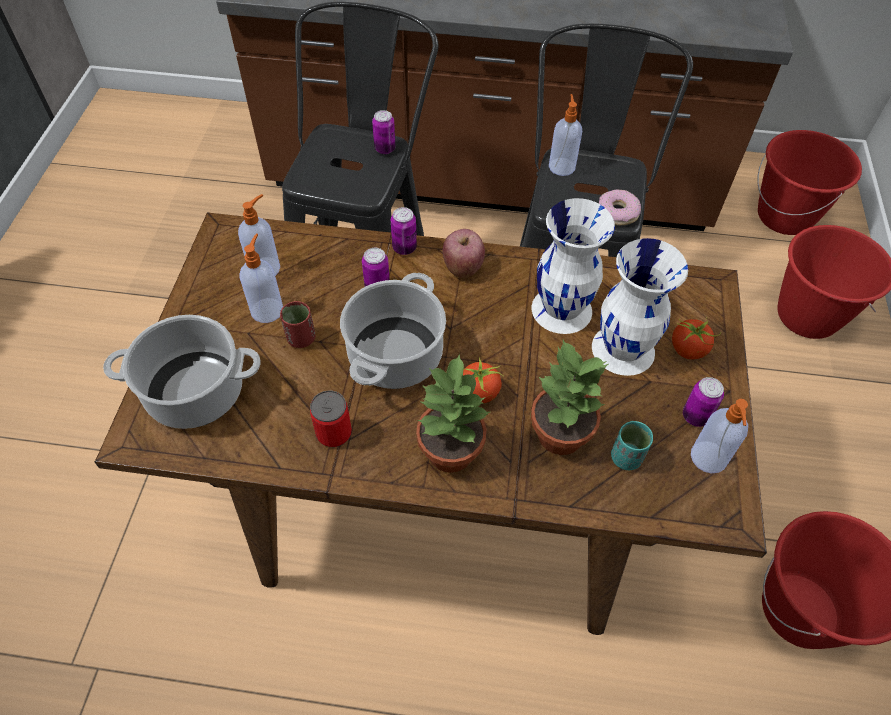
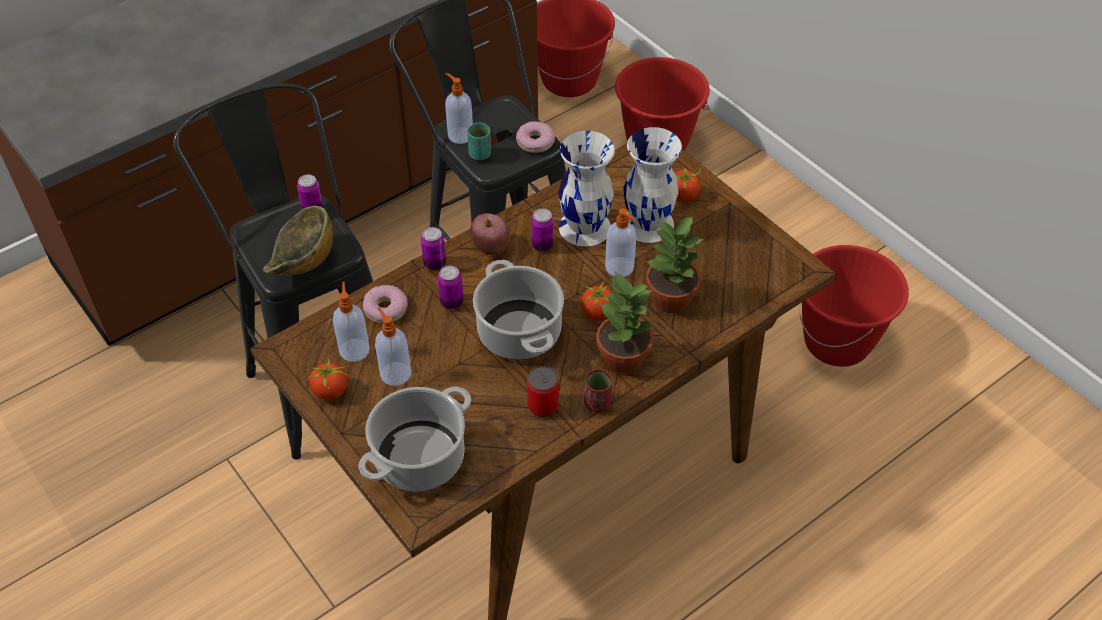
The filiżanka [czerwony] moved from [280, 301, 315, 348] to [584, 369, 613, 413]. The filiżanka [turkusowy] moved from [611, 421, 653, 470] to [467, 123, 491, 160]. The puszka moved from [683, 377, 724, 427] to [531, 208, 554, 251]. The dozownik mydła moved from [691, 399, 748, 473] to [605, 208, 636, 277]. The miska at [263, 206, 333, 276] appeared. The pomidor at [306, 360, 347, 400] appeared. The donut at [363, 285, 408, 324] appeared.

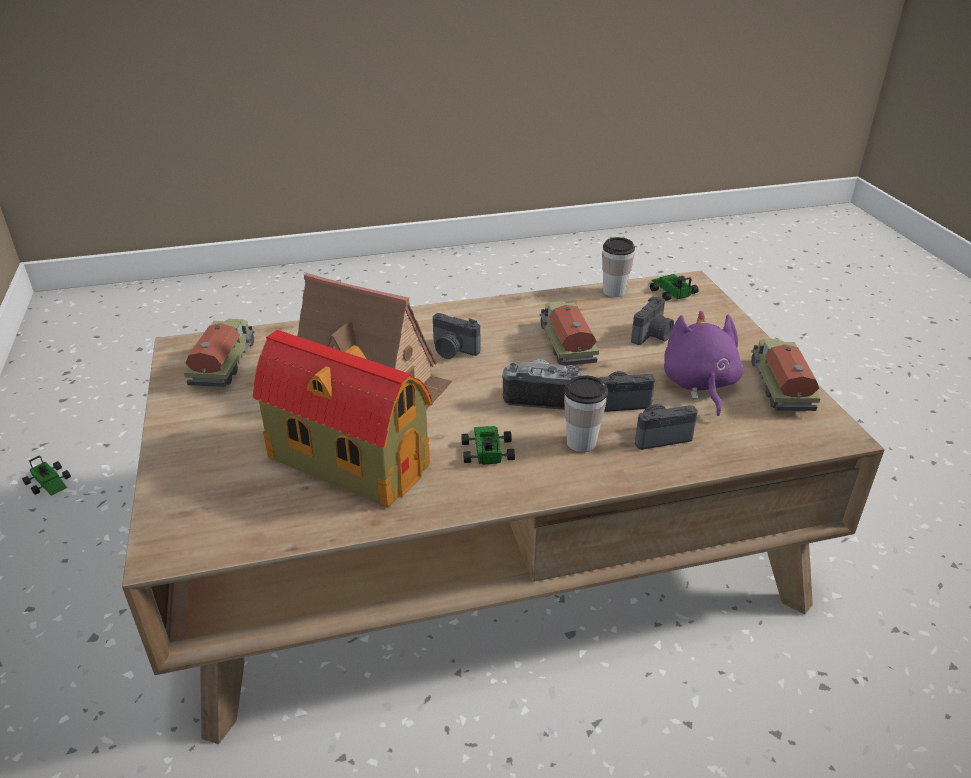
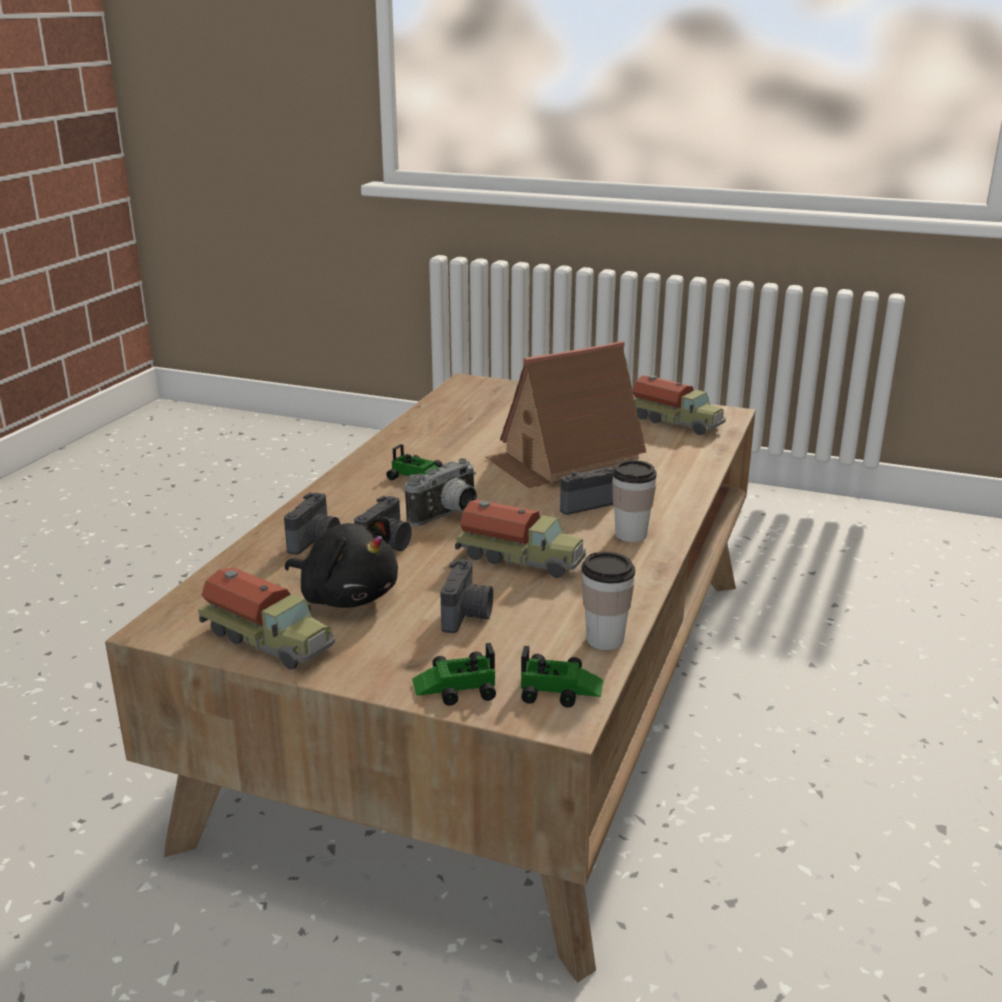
The samochodzik moved from [22, 455, 71, 496] to [412, 643, 496, 706]. The domek at [252, 330, 433, 507] disappeared. The filiżanka moved from [564, 376, 608, 452] to [612, 460, 657, 542]. The aparat fotograficzny at [631, 296, 674, 345] turned 150 degrees counterclockwise. The pluszak [fioletowy] at [664, 310, 743, 416] became the pluszak [czarny] at [285, 517, 398, 608].

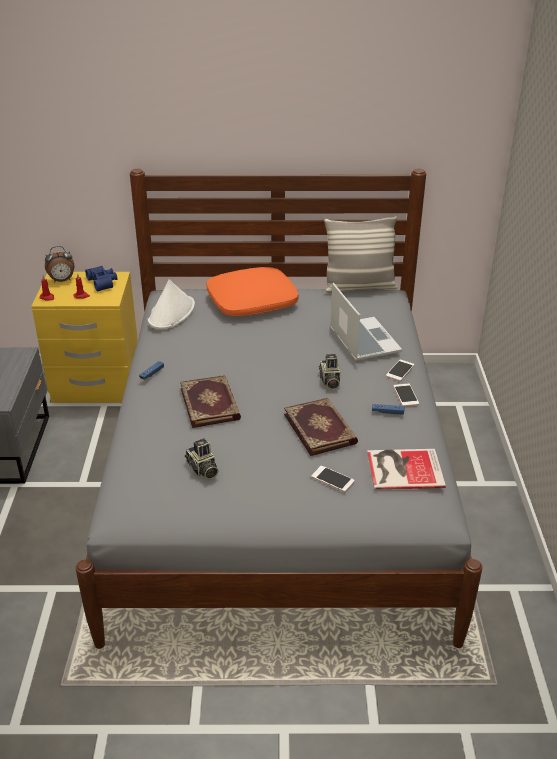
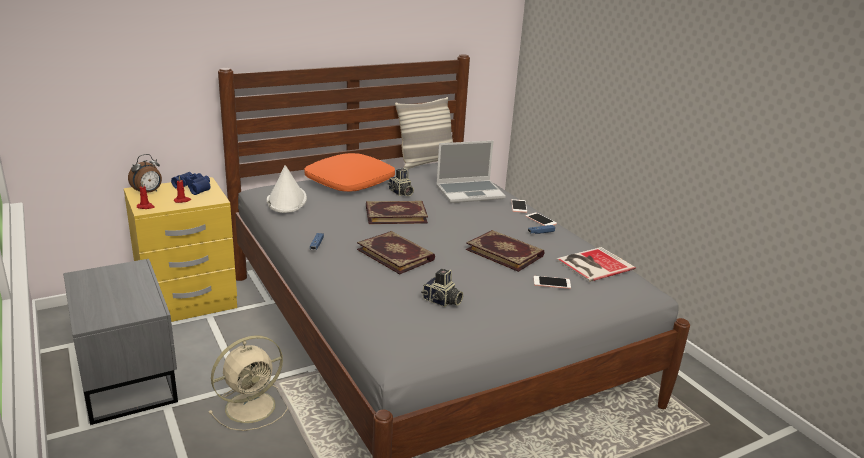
The aparat fotograficzny moved from [319, 354, 340, 390] to [388, 168, 414, 196]. The laptop at [330, 283, 402, 361] turned 120 degrees clockwise. The wentylator [beżowy] at [209, 335, 288, 431] appeared. The książka at [366, 201, 428, 224] appeared.

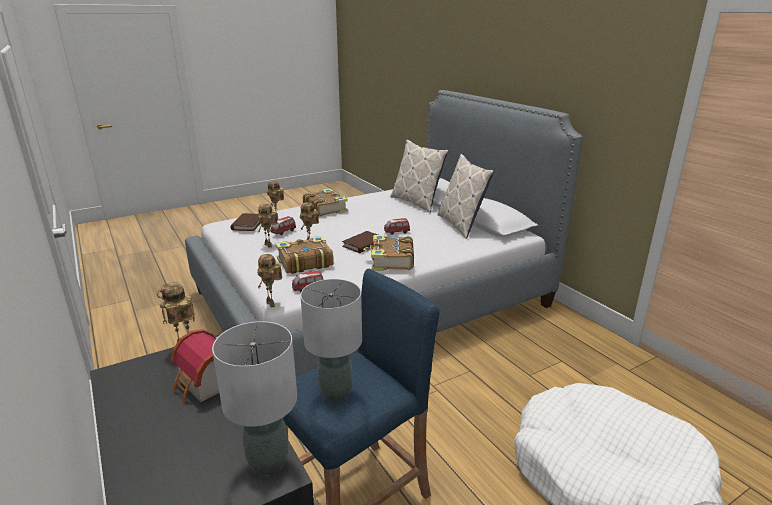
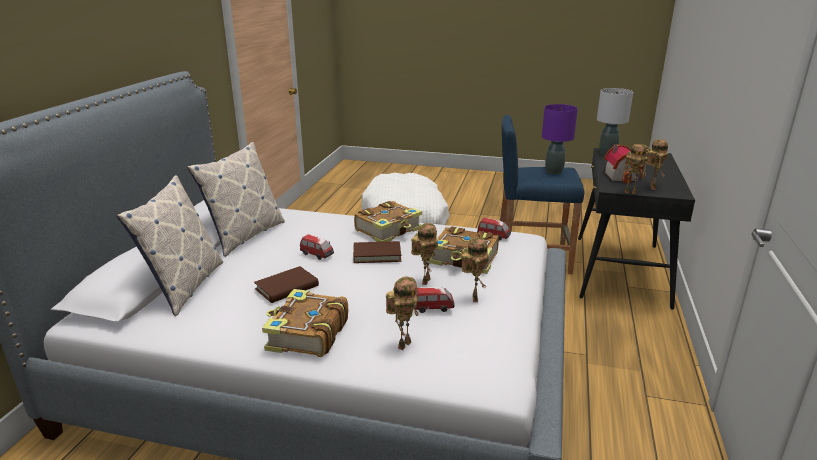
The książka [brązowy] moved from [231, 213, 261, 231] to [254, 266, 319, 303]. The robot zabawkowy moved from [257, 254, 282, 308] to [645, 139, 668, 190]. The lampa stołowa [szary] at [300, 279, 362, 402] became the lampa stołowa [fioletowy] at [542, 104, 578, 174].

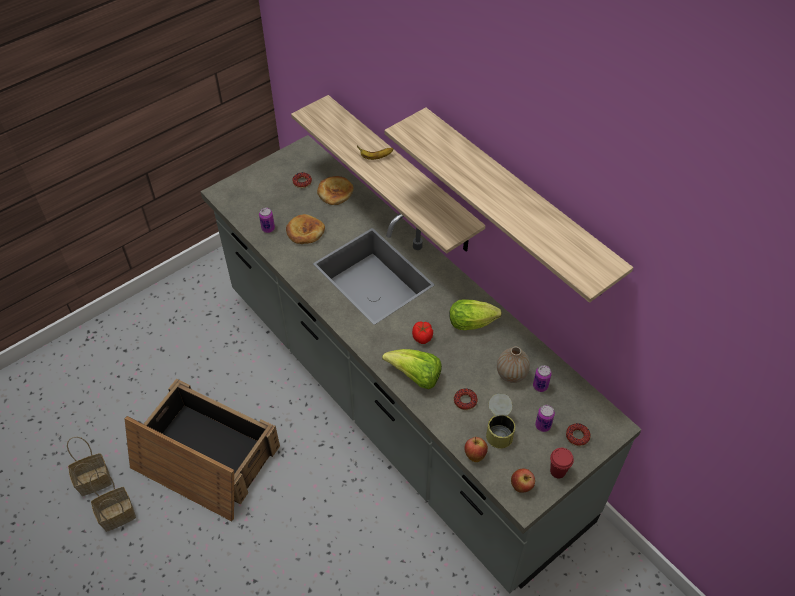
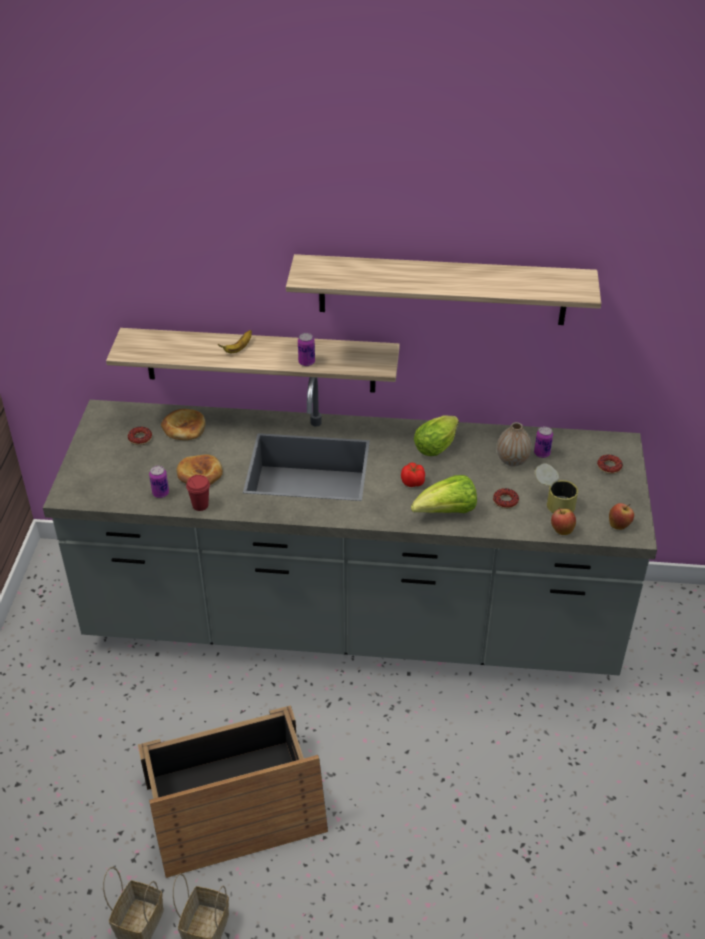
The puszka moved from [535, 405, 555, 432] to [298, 333, 315, 366]. The filiżanka [czerwony] moved from [550, 448, 574, 478] to [186, 475, 210, 511].

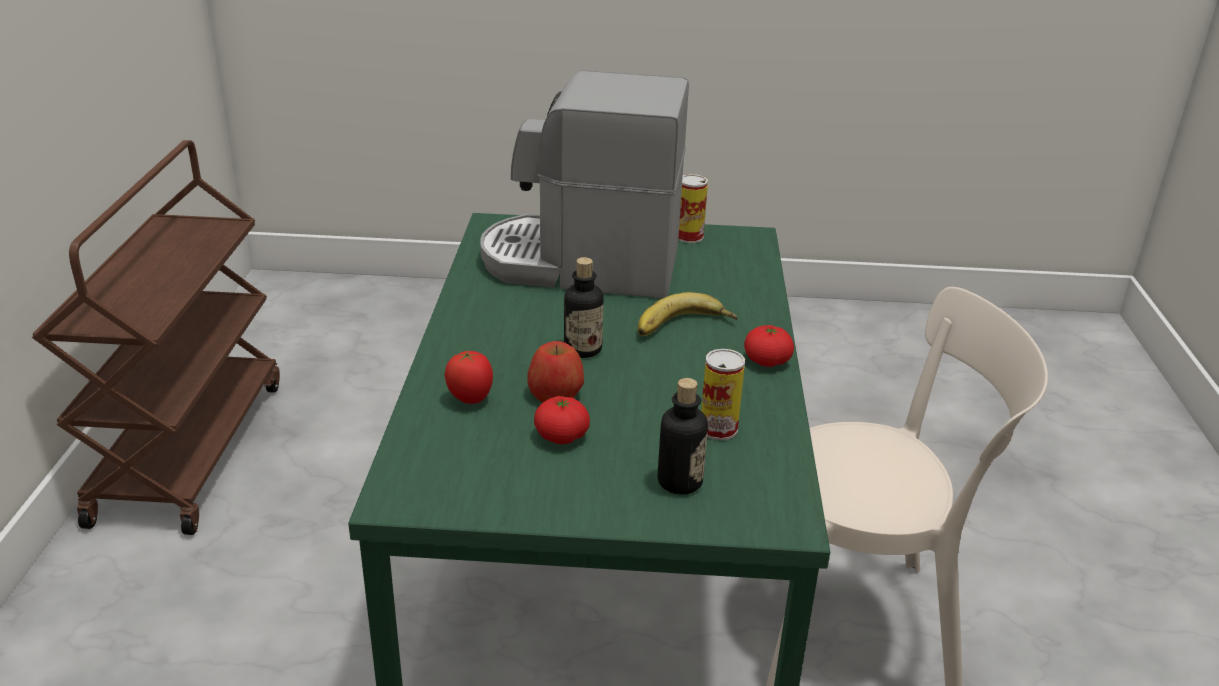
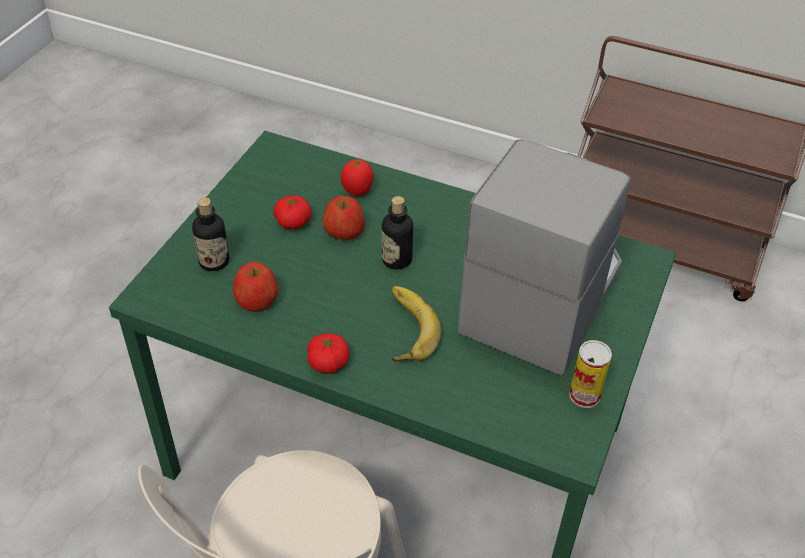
The puszka at [701, 349, 745, 441] was replaced by the jabłko at [233, 262, 278, 312].

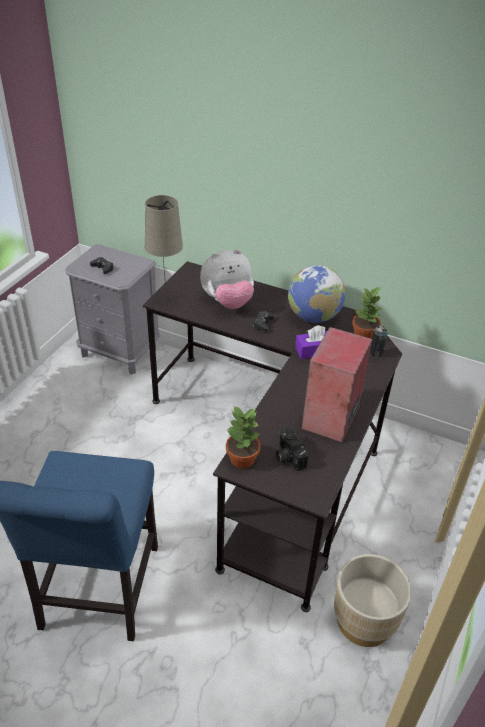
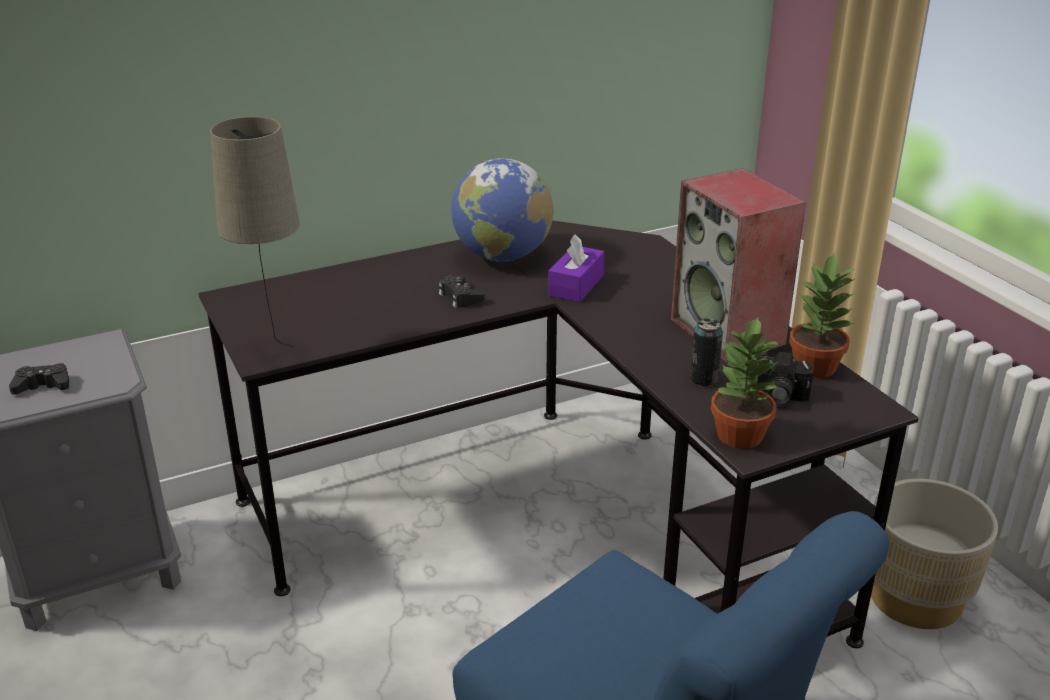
The pluszak at [200, 249, 254, 309] disappeared. The roślina doniczkowa moved from [352, 287, 383, 339] to [789, 252, 856, 378]. The puszka moved from [370, 326, 388, 358] to [690, 319, 723, 386].

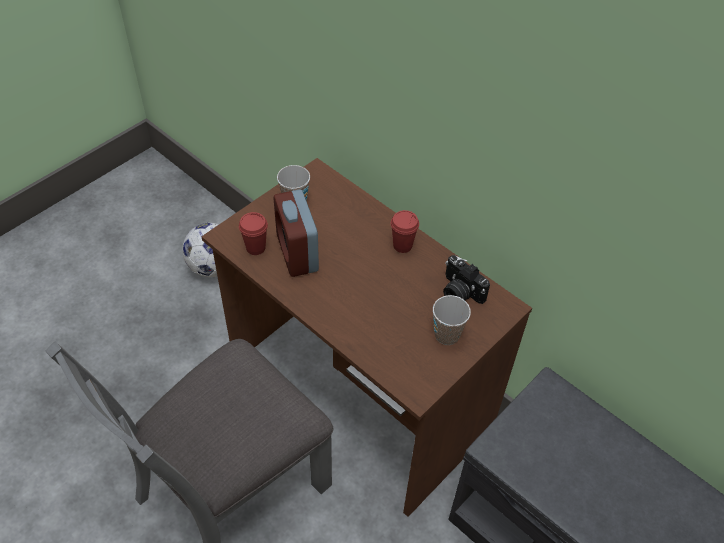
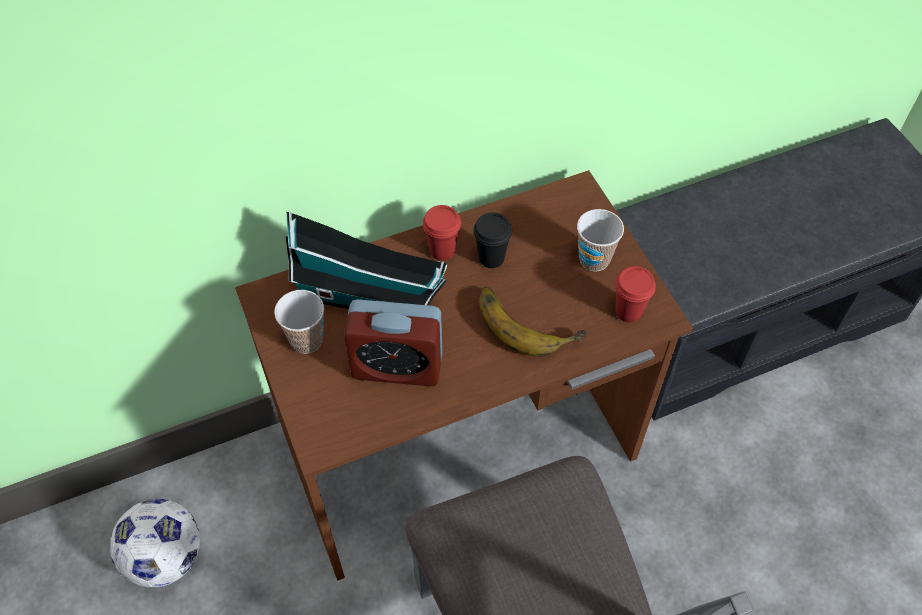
The filiżanka [czerwony] moved from [239, 212, 268, 255] to [615, 266, 656, 323]. The aparat fotograficzny at [443, 255, 490, 304] disappeared. The domek at [285, 211, 447, 309] appeared. The filiżanka [czarny] at [473, 212, 512, 268] appeared. The banan at [479, 286, 587, 356] appeared.

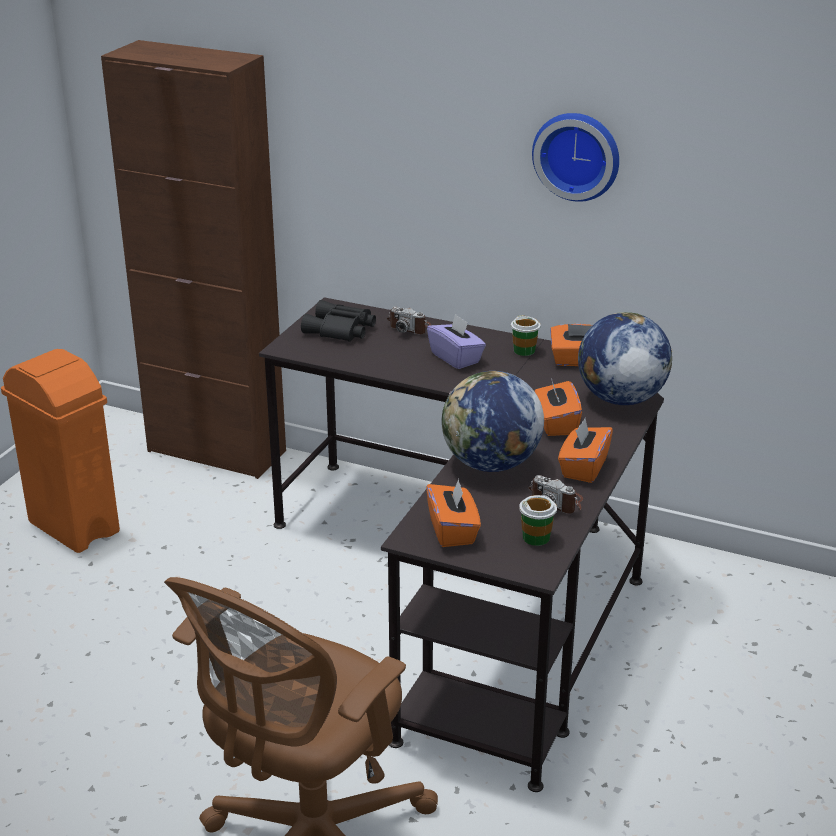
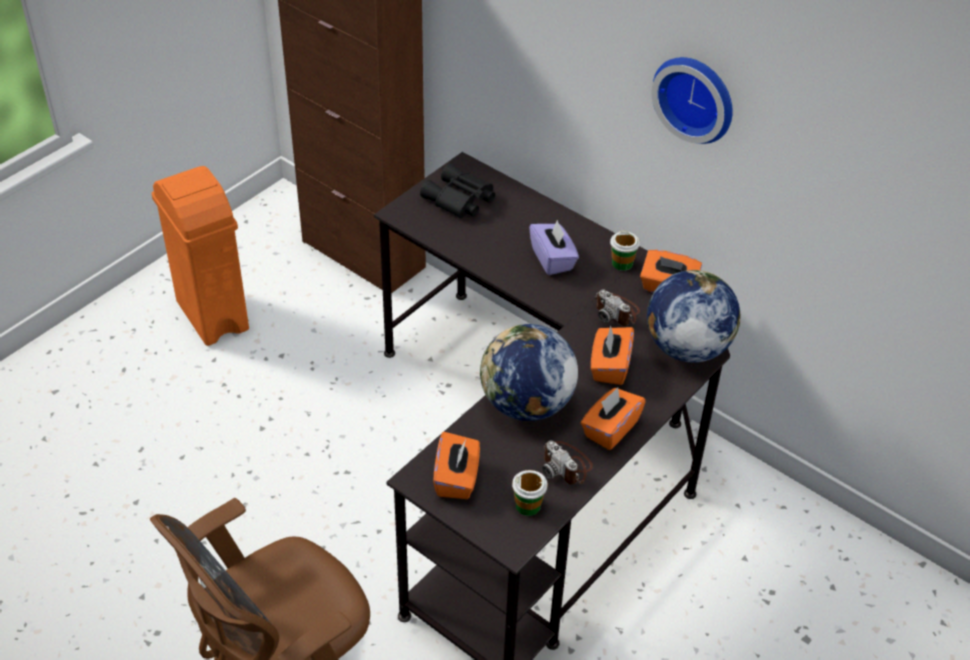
The aparat fotograficzny moved from [387, 306, 431, 334] to [595, 289, 640, 326].

